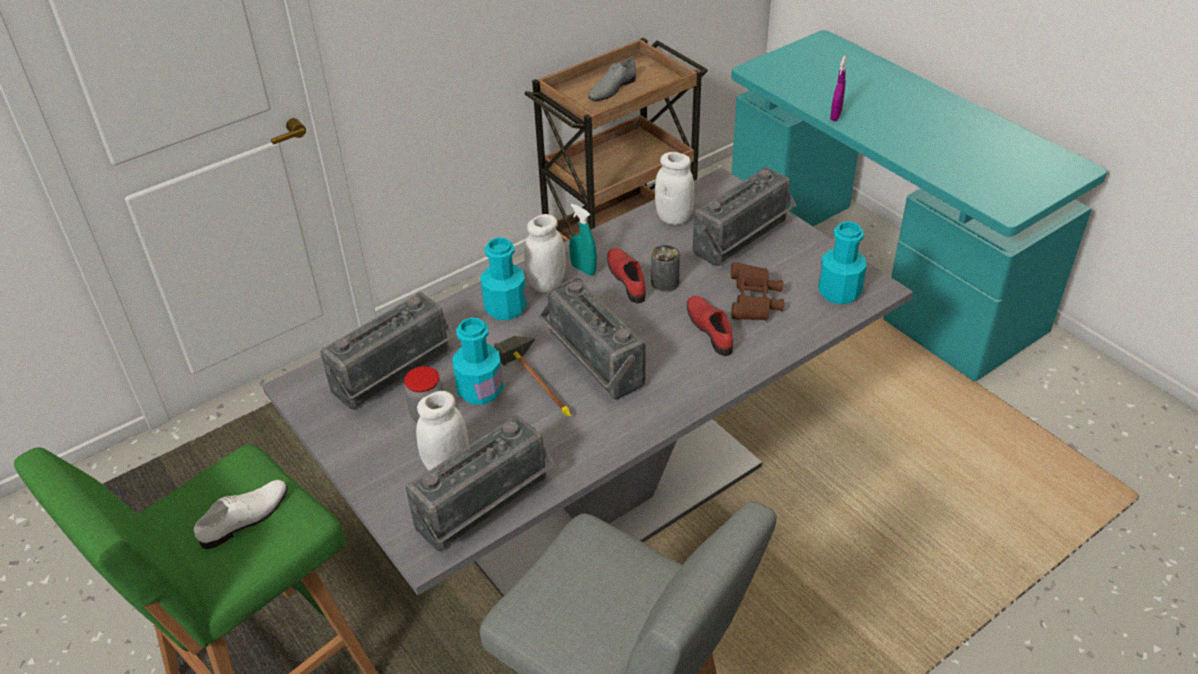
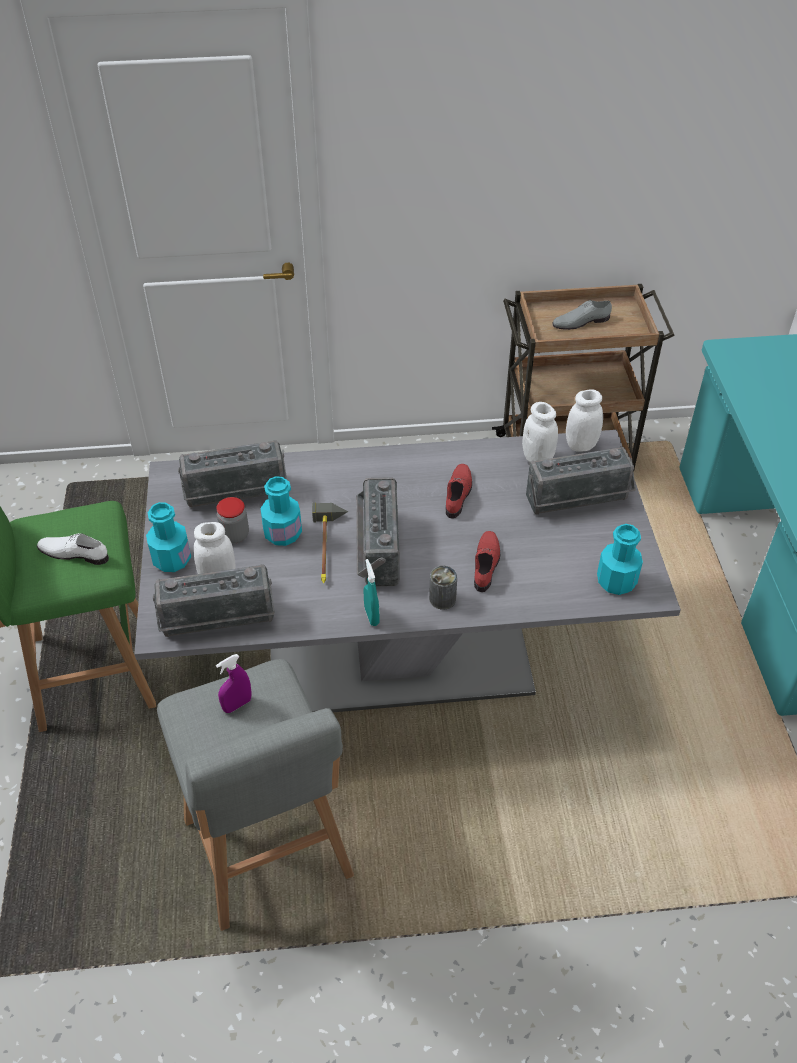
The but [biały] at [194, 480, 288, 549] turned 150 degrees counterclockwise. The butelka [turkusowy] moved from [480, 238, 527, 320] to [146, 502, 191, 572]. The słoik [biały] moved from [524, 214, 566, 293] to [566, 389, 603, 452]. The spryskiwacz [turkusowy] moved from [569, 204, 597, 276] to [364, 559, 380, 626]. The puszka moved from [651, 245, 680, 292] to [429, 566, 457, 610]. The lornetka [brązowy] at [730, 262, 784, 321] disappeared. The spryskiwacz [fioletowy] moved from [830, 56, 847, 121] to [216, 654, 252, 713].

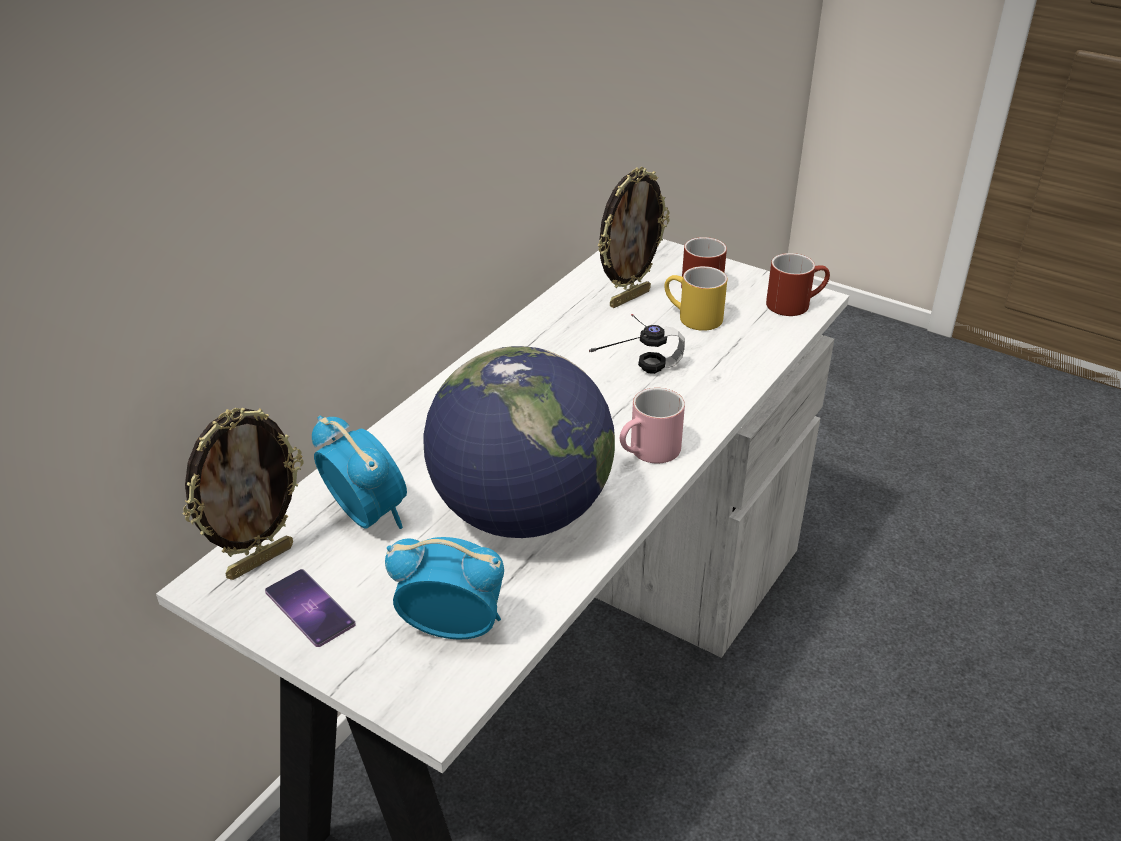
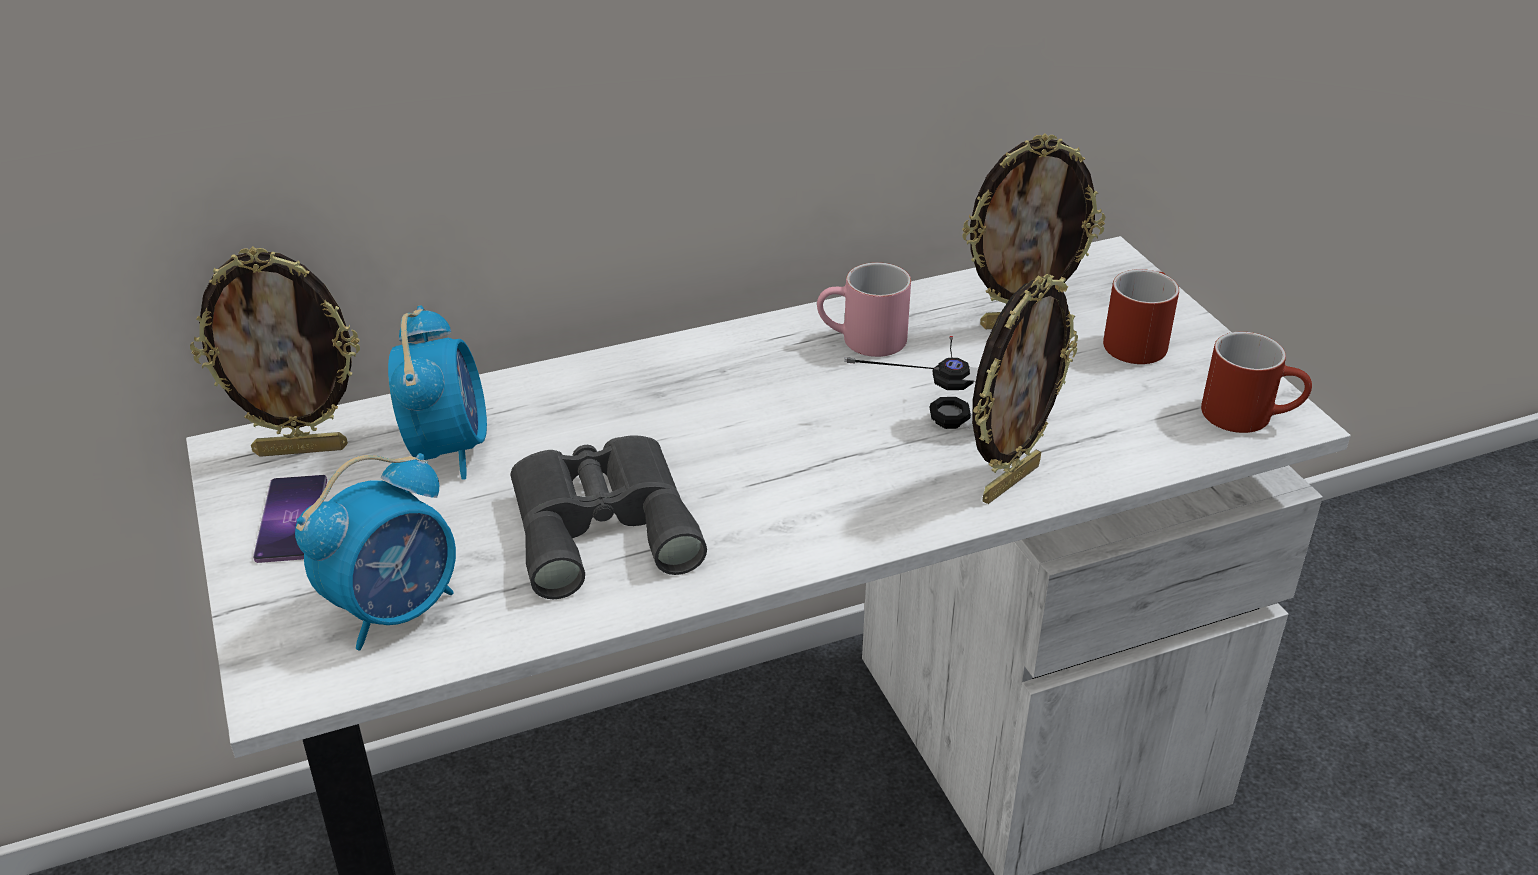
The budzik at [385, 537, 504, 640] turned 90 degrees clockwise. The globus at [423, 346, 615, 538] was replaced by the lornetka [szary] at [511, 435, 707, 599]. The kubek [różowy] moved from [620, 388, 685, 463] to [817, 262, 911, 357]. The kubek [żółty] at [665, 266, 727, 331] disappeared. The ramka na zdjęcie at [972, 274, 1078, 504] appeared.

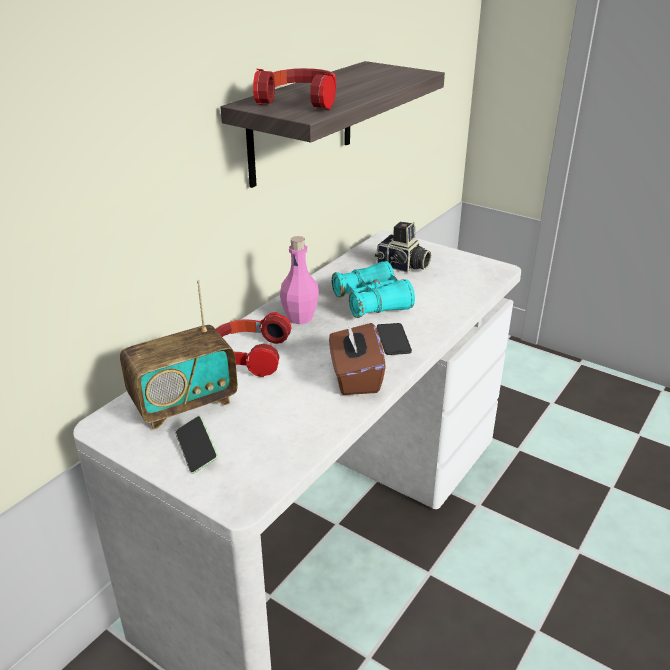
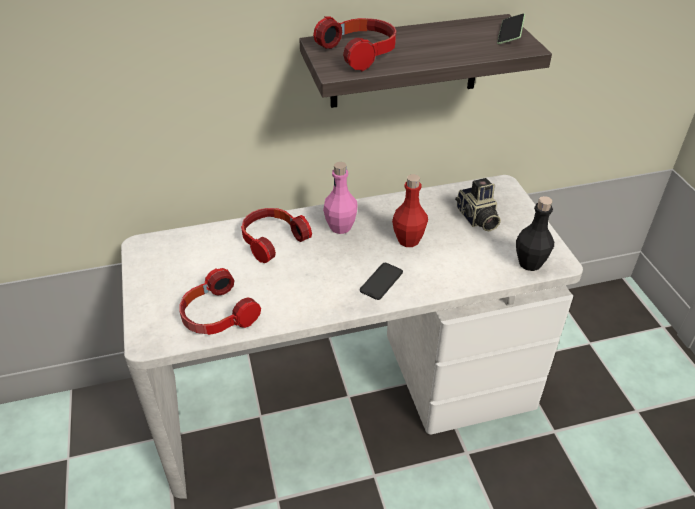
The radio at [120, 280, 238, 430] disappeared. The telefon moved from [175, 416, 218, 474] to [497, 14, 525, 44]. The pudełko chusteczek [brązowy] at [329, 319, 386, 395] disappeared. The lornetka [turkusowy] at [332, 261, 415, 318] was replaced by the butelka [czerwony] at [392, 174, 428, 247]. The słuchawki at [179, 268, 261, 335] appeared. The butelka [czarny] at [516, 196, 554, 271] appeared.

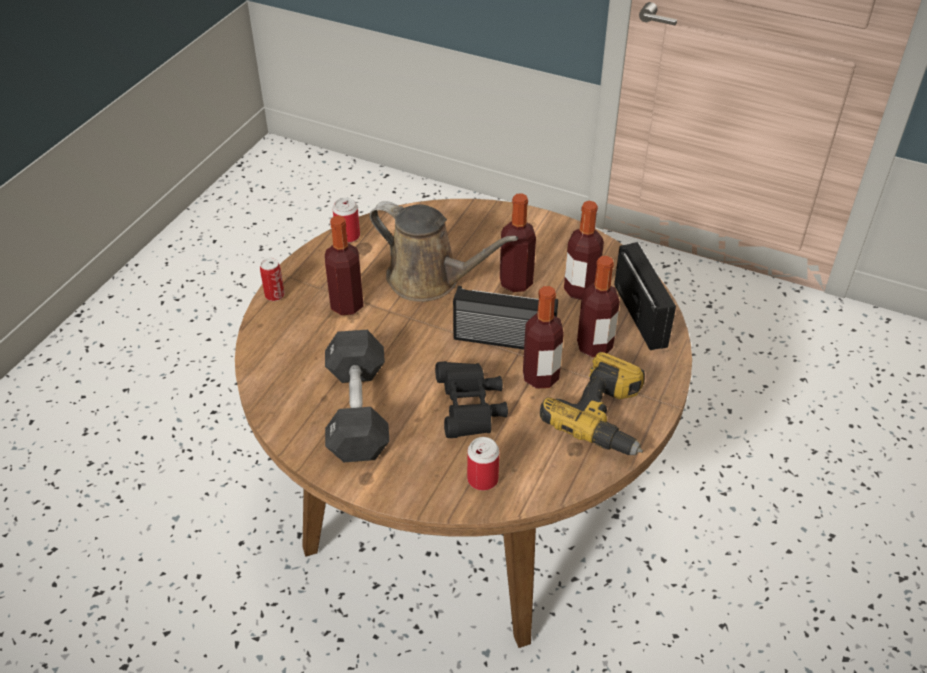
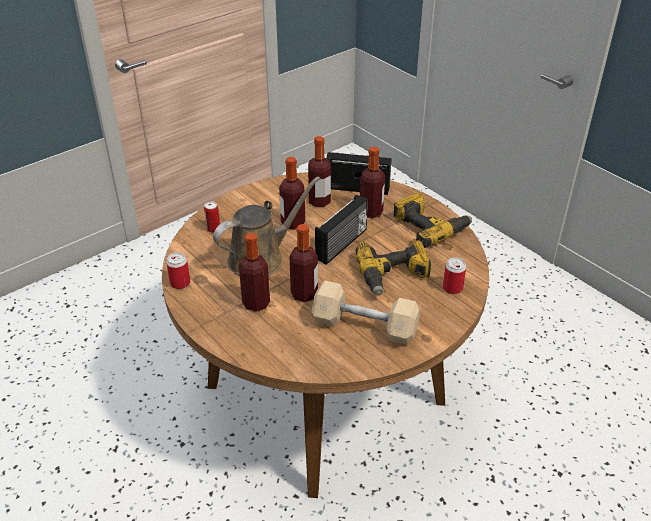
The puszka moved from [260, 258, 285, 301] to [204, 201, 220, 233]. The hantel [czarny] at [325, 330, 389, 462] became the hantel [beżowy] at [312, 280, 420, 345]. The lornetka [czarny] at [435, 361, 508, 438] was replaced by the wiertarka at [356, 240, 431, 296]. The butelka moved from [523, 286, 564, 389] to [289, 224, 318, 302].

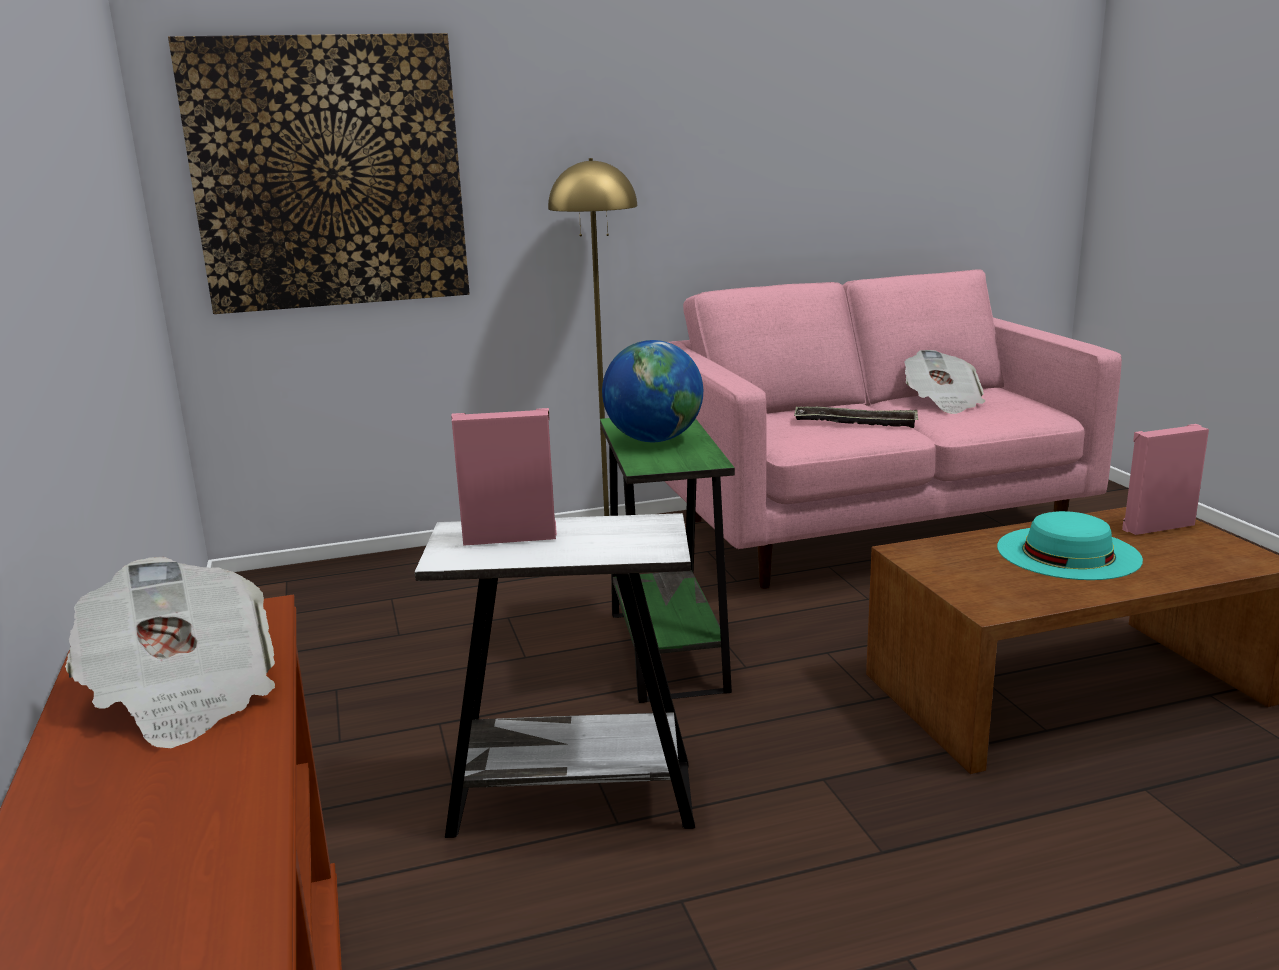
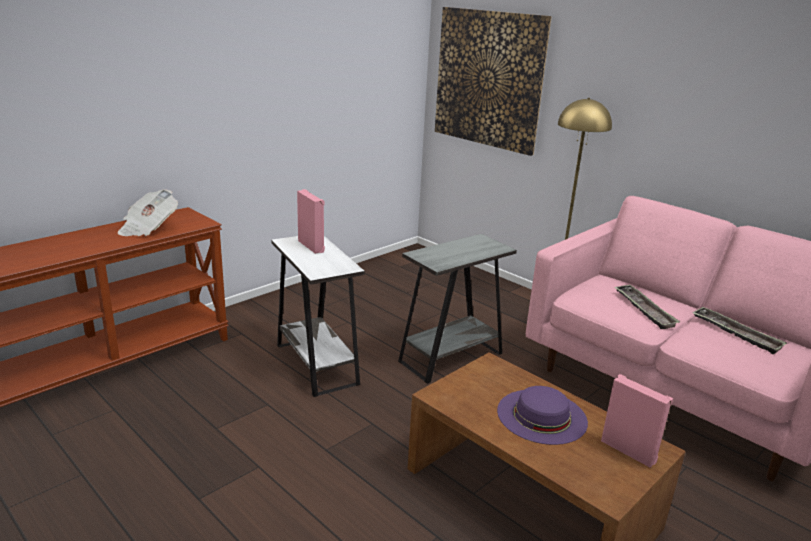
The stolik [zielony] at [600, 418, 735, 703] became the stolik [szary] at [398, 234, 517, 384]. The globus at [602, 340, 703, 442] disappeared. The gazeta at [904, 350, 985, 414] was replaced by the taca at [692, 307, 787, 354]. The kapelusz [turkusowy] at [997, 511, 1143, 580] became the kapelusz [fioletowy] at [497, 386, 588, 445].

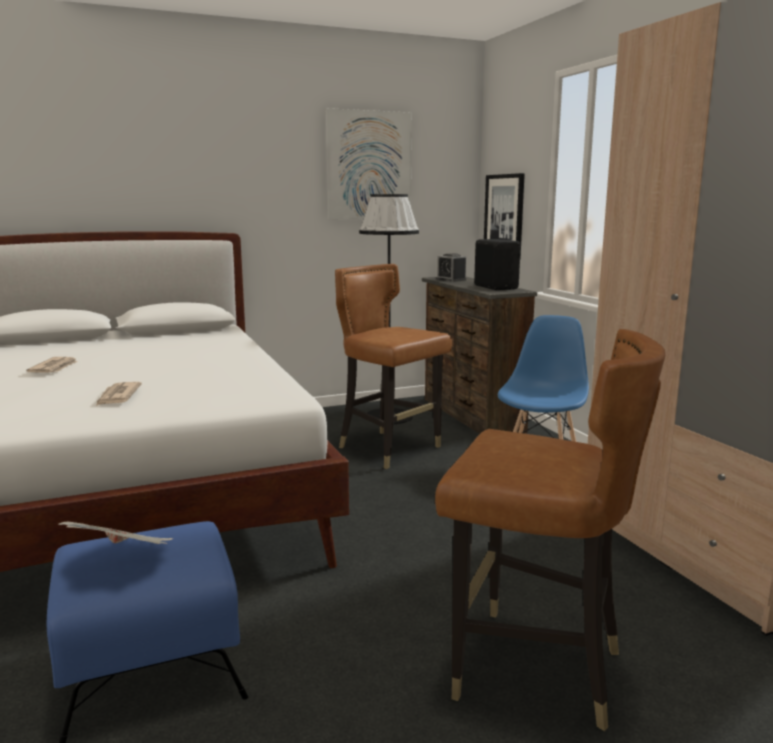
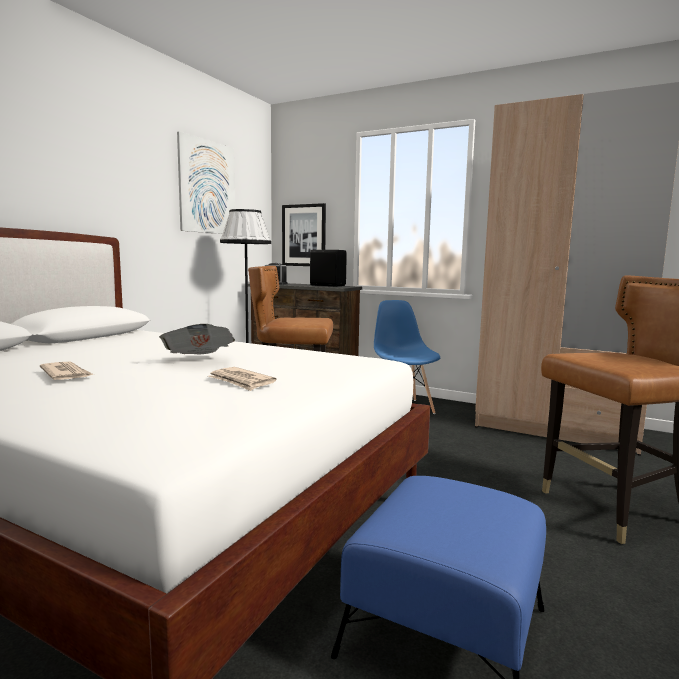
The gazeta moved from [58, 522, 173, 544] to [159, 324, 235, 354].

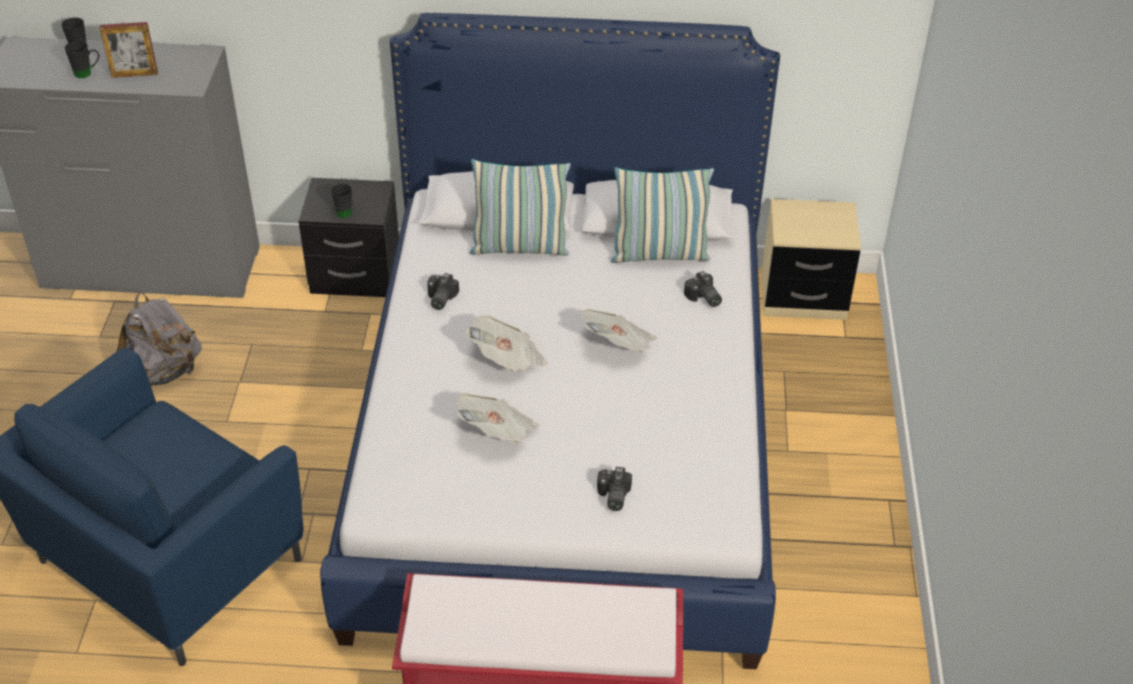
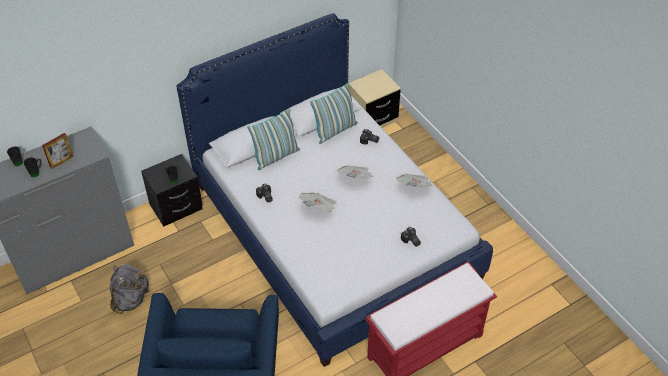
The gazeta moved from [455, 393, 539, 443] to [397, 173, 433, 188].

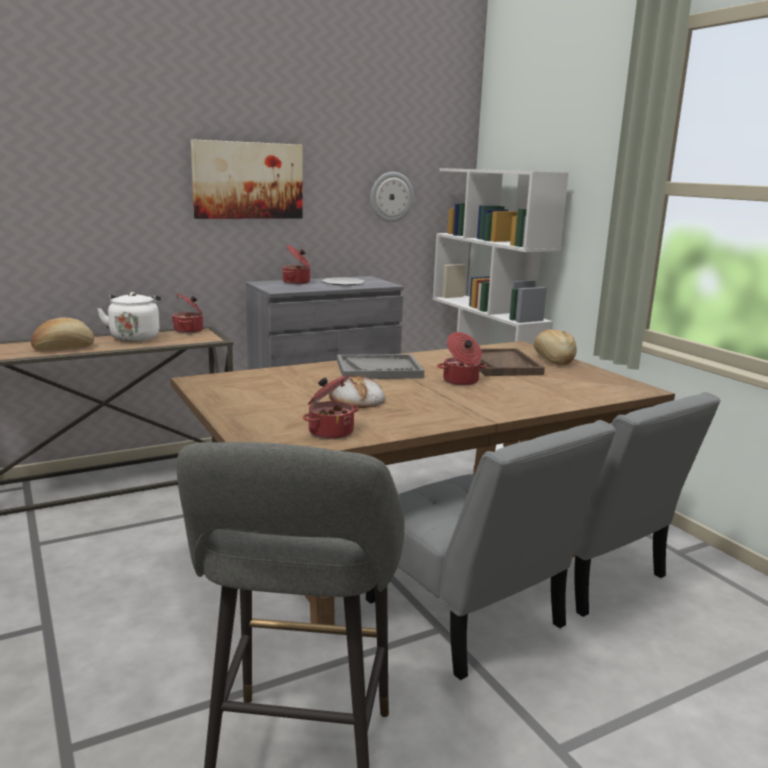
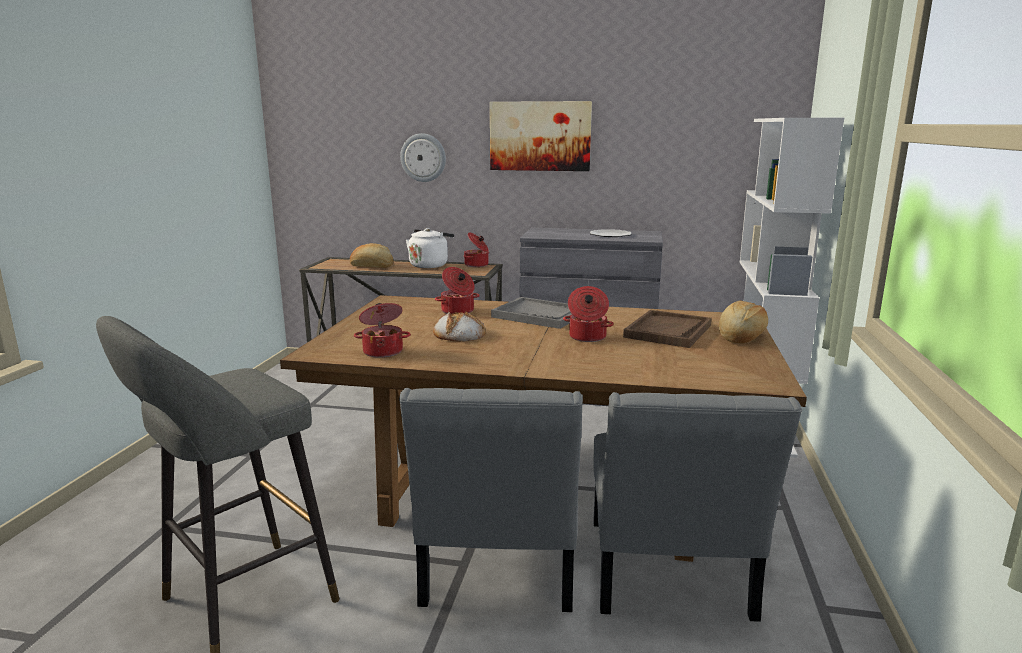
The garnek moved from [283, 245, 310, 284] to [435, 267, 480, 314]. The zegar ścienny moved from [370, 172, 414, 222] to [400, 133, 446, 182].

